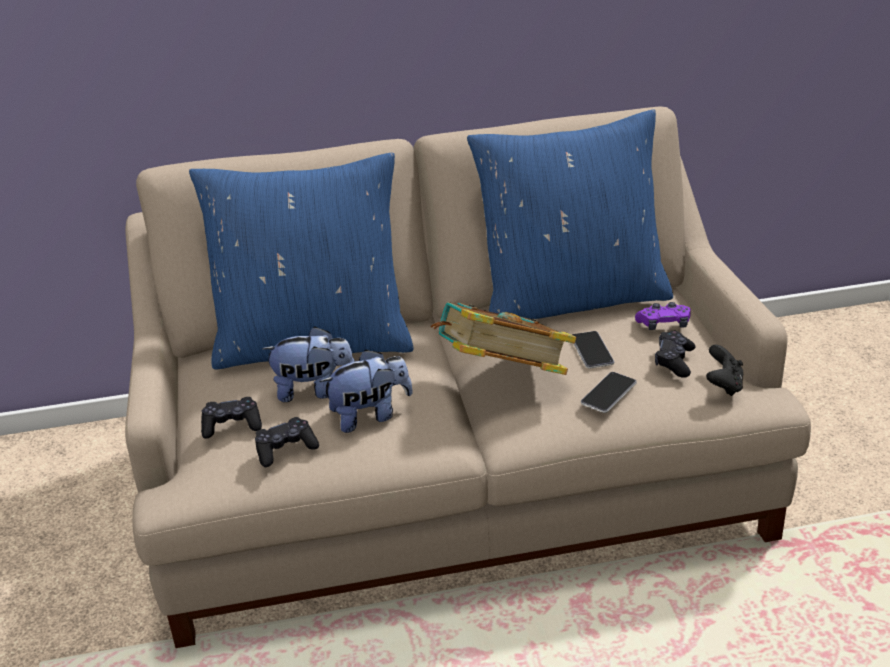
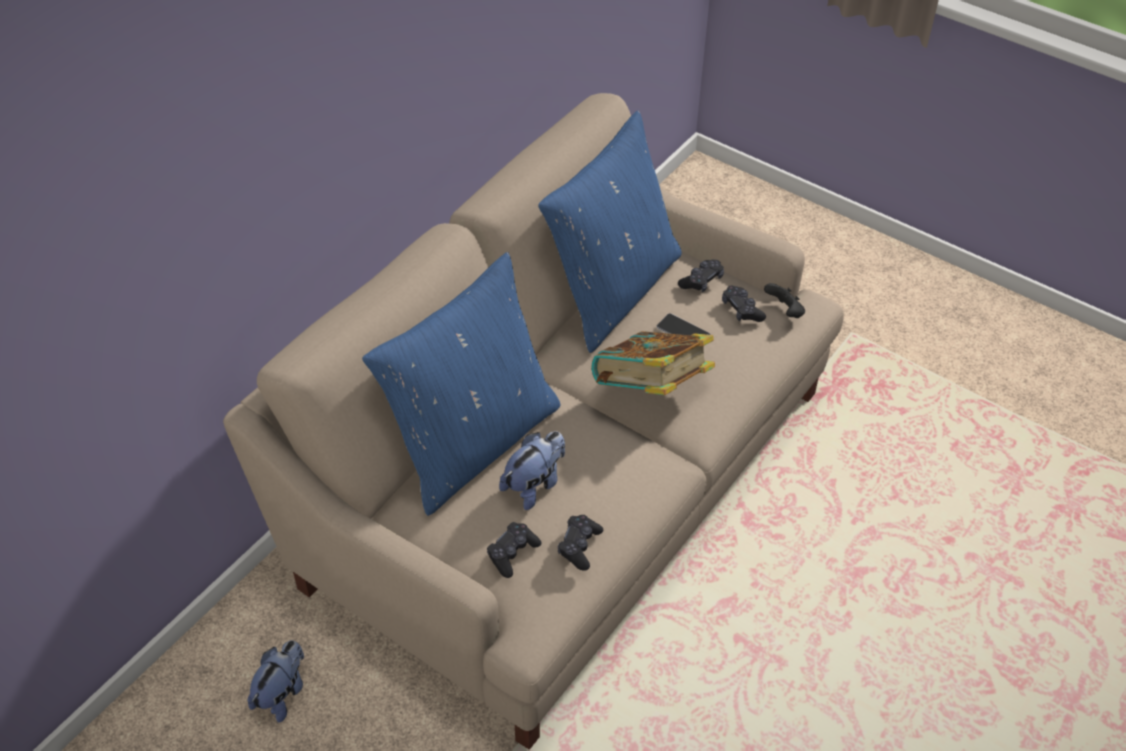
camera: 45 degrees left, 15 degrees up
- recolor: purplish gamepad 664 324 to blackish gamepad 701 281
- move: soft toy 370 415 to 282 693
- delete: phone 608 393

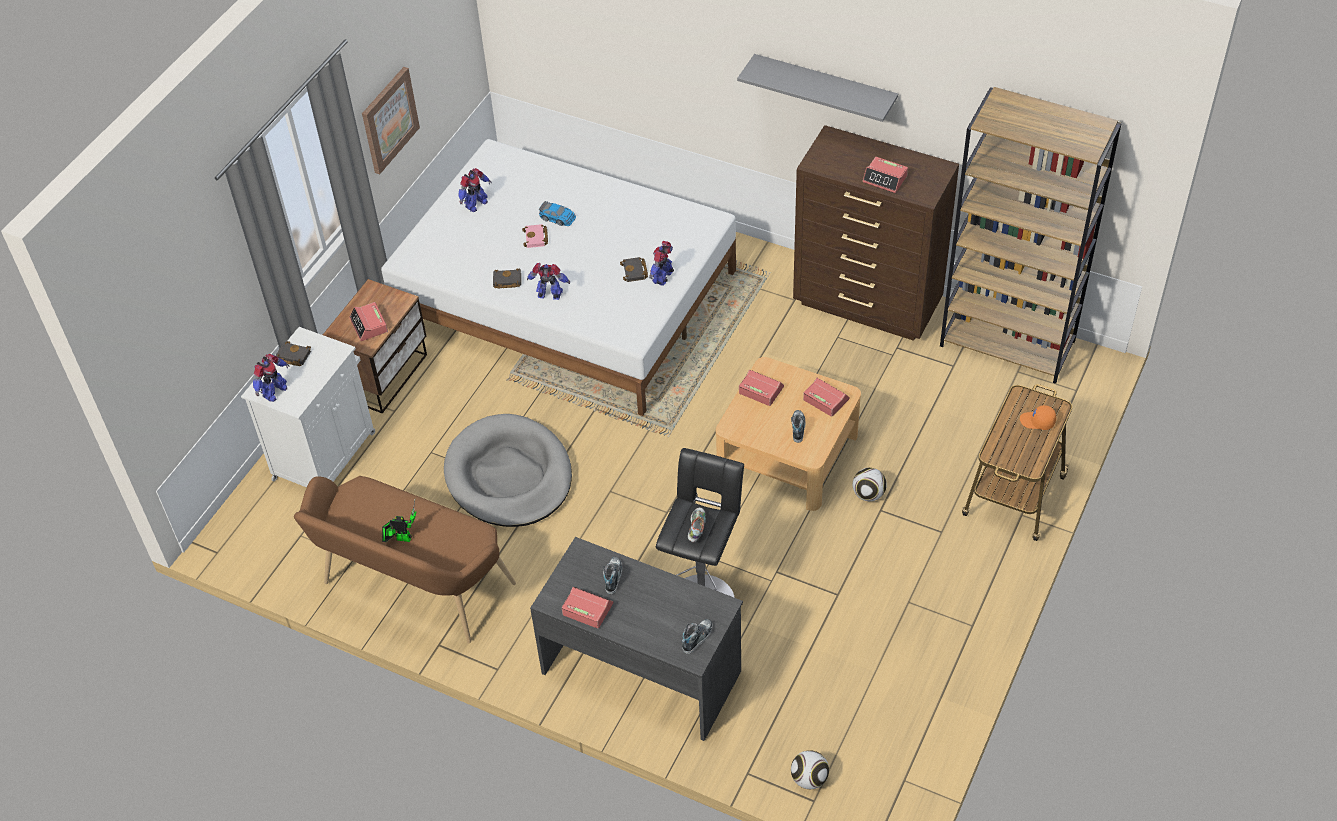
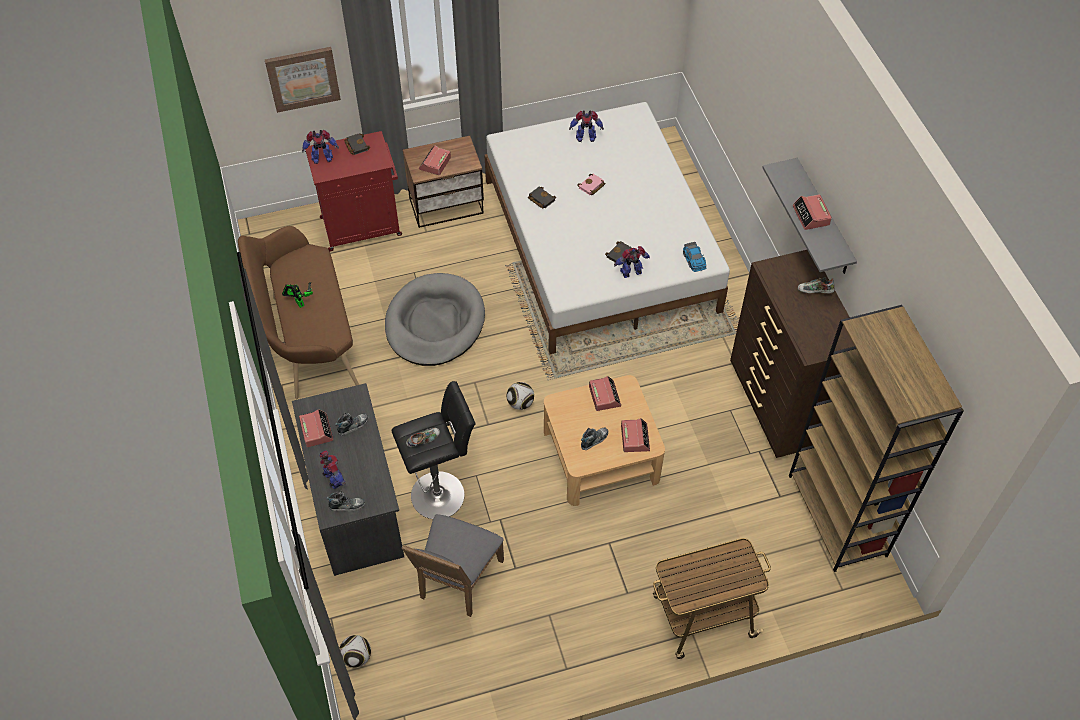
camera: 45 degrees right, 5 degrees up
- move: wall picture 389 120 to 303 78
- move: alarm clock 885 179 to 811 216
- move: miniature car 557 218 to 694 260
- move: toy robot 550 295 to 334 479
- recolor: white-coloured cabinet 325 454 to red cabinet 362 226
- delete: orange baseball cap 1037 422
- move: ball for football 868 494 to 520 403
- insert: item of footwear 814 292
- insert: gray upright chair 457 582

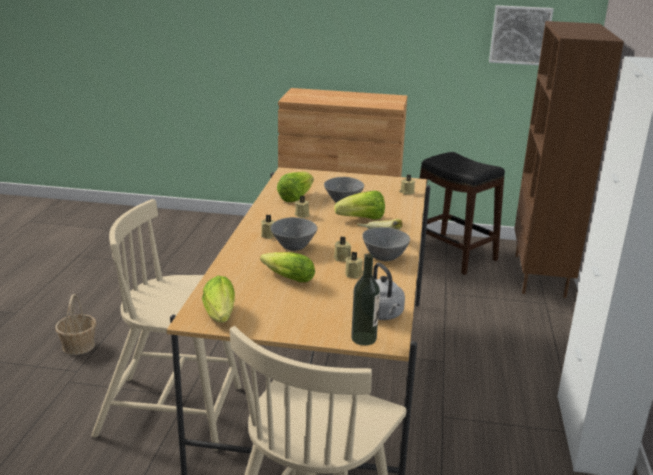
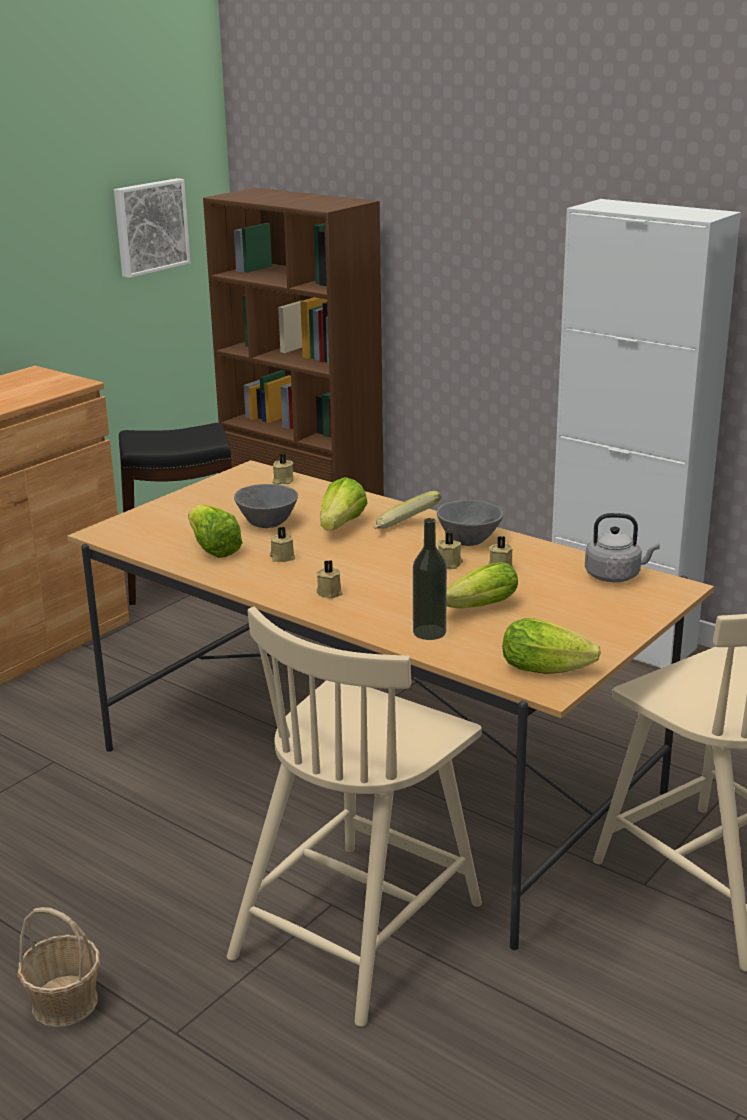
camera: 60 degrees left, 0 degrees up
- delete: gray serving bowl 292 247
- move: drink bottle 364 338 to 429 632

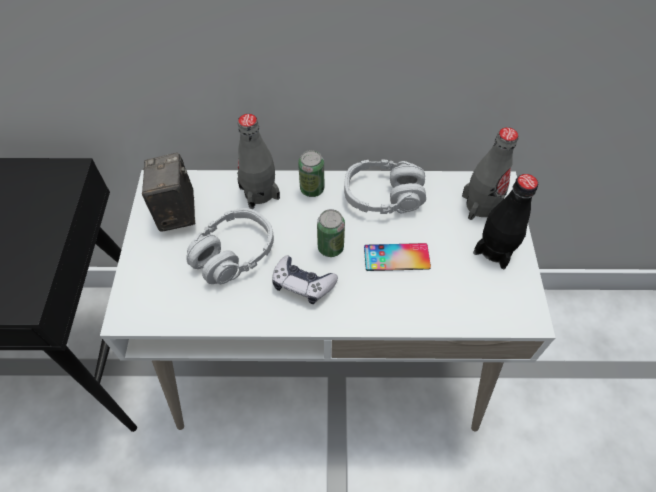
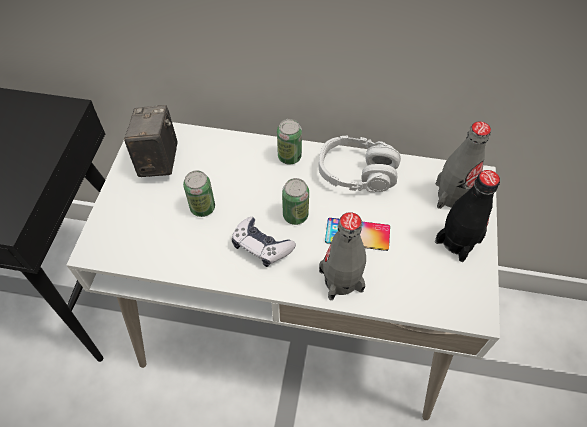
camera: 10 degrees right, 0 degrees up
- move: gray drink bottle 259 192 to 341 280
- replace: gray headphones 233 254 to can 202 208

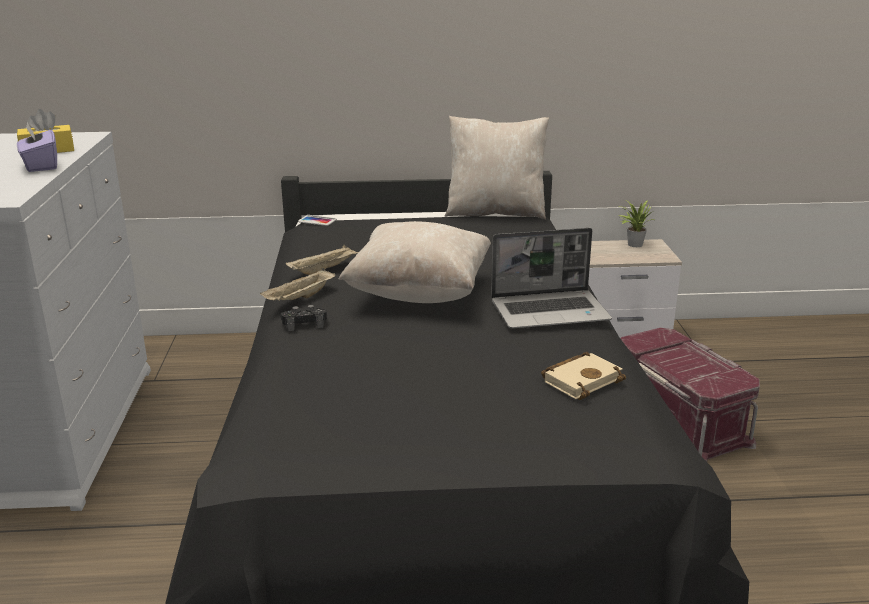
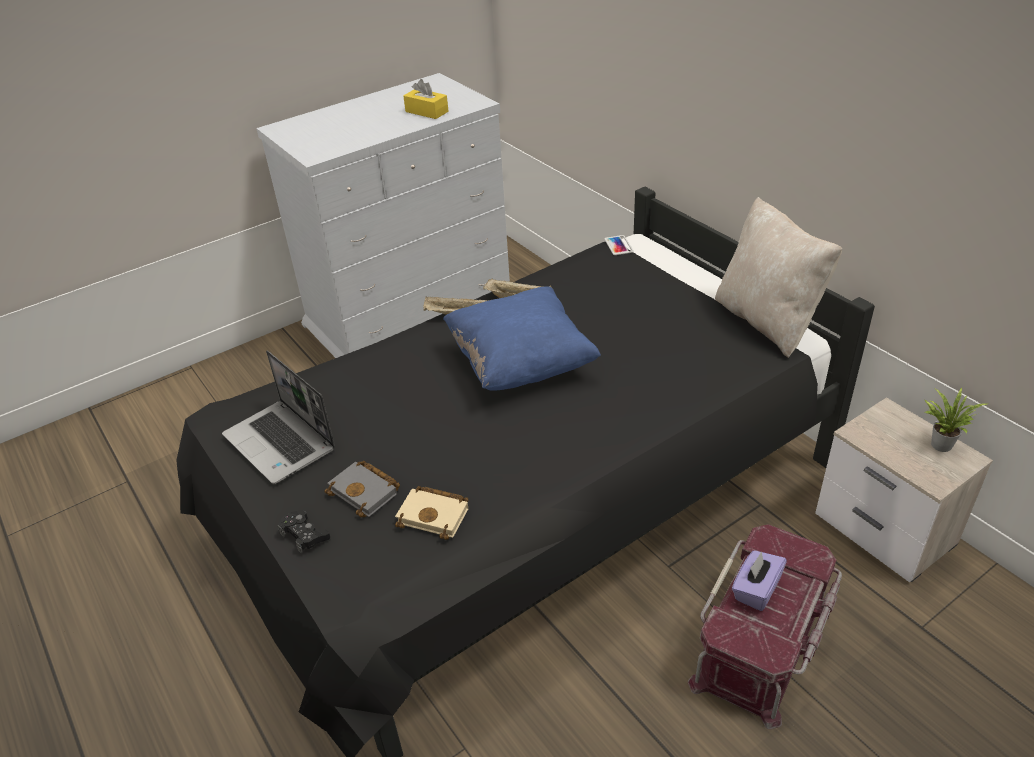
camera: 60 degrees right, 15 degrees up
- move: purplish box of tissues 40 166 to 756 590
- recolor: beige-coloured cushion 419 293 to blue-coloured cushion 521 364
- move: laptop 550 311 to 281 443
- move: blackish gamepad 304 323 to 304 535
- insert: gray volume 366 492

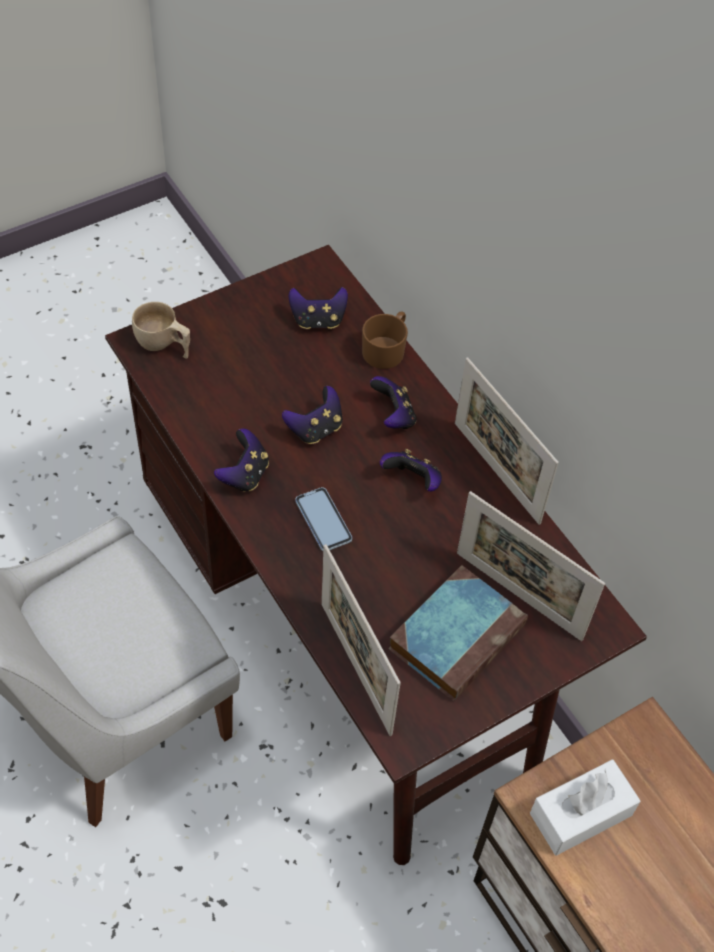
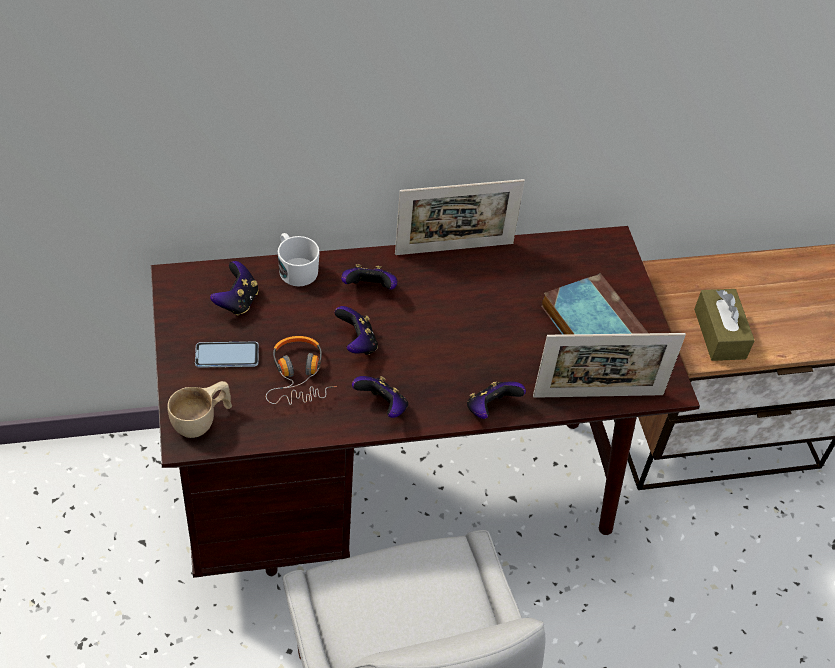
camera: 70 degrees left, 5 degrees down
- recolor: brownish tea mug 386 349 to white-coloured tea mug 295 269
- move: gamepad 412 481 to 490 409
- move: phone 323 520 to 227 356
- delete: picture frame 518 595
- recolor: white-coloured box of tissues 580 814 to brownish box of tissues 719 334
- insert: headphones 298 376

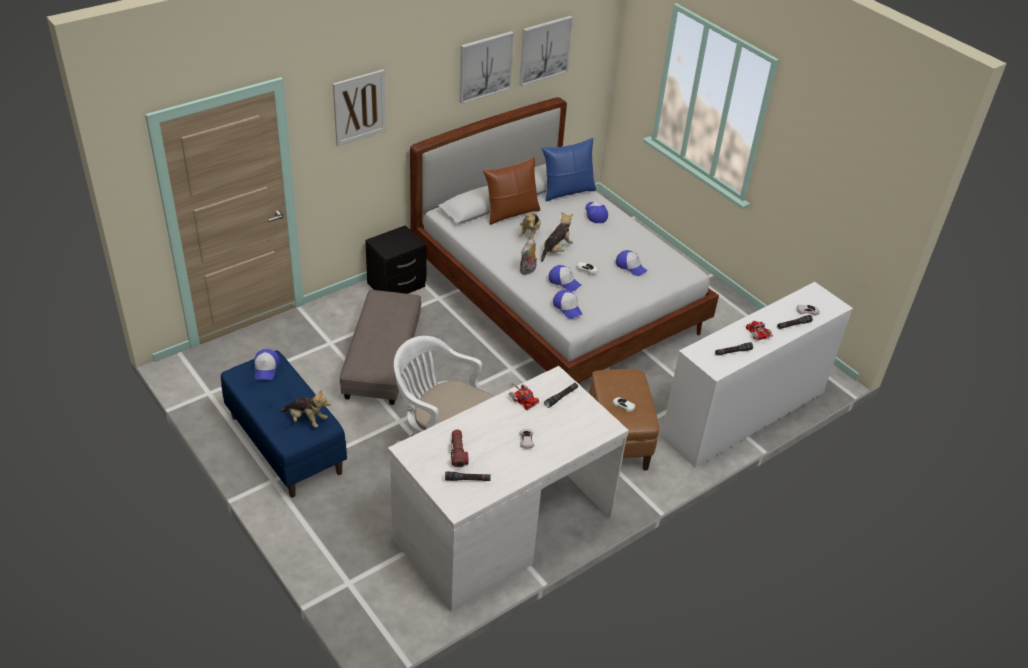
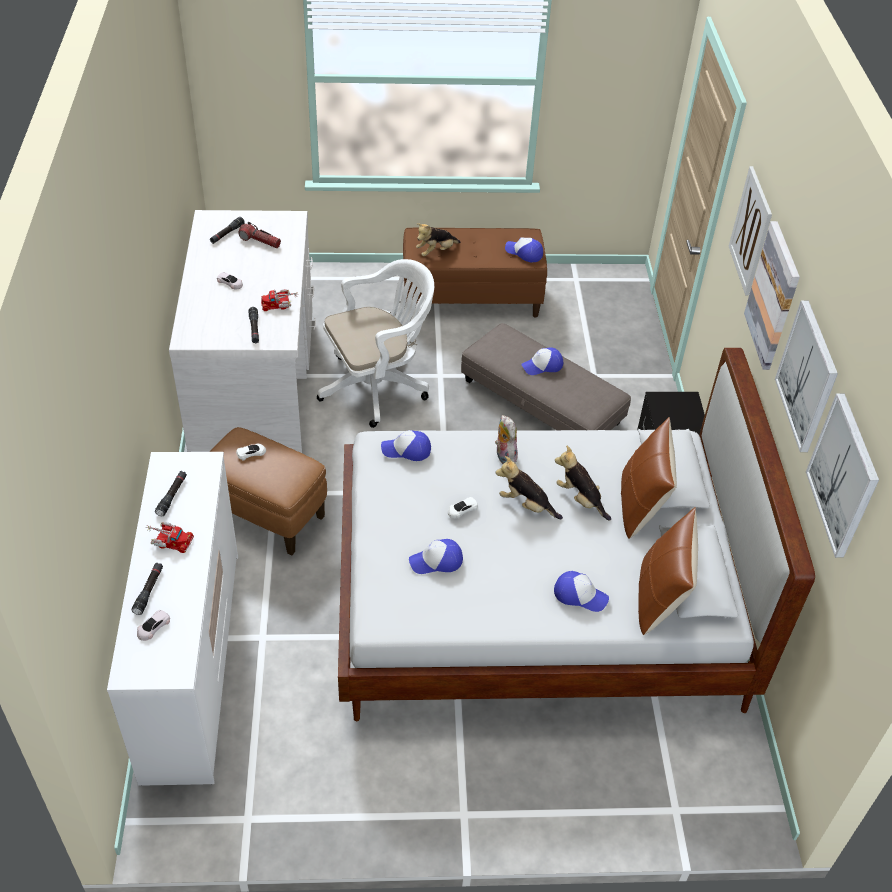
camera: 125 degrees right, 5 degrees up
- recolor: blue-coloured cushion 567 191 to brownish cushion 659 598
- rotate: soft toy 556 250 = 526 505 135 degrees clockwise
- move: baseball cap 564 281 to 542 366
- recolor: blue-coloured bench 285 444 to brownish bench 471 298
- insert: wall picture 773 296

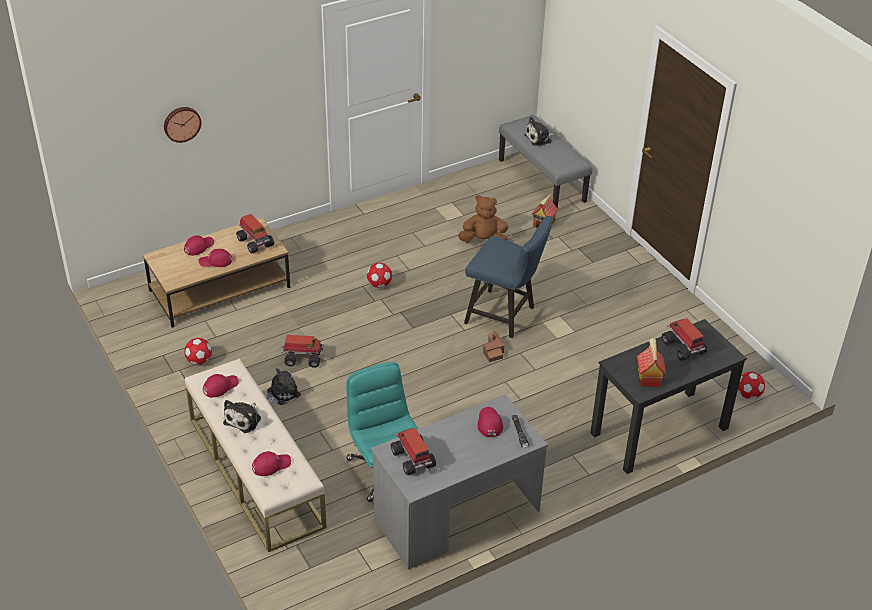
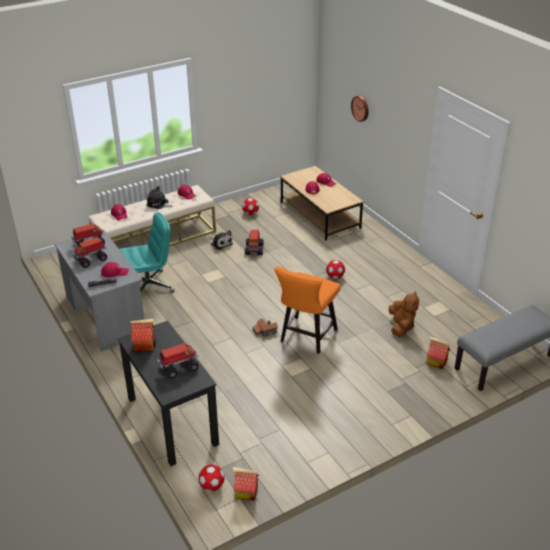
camera: 90 degrees right, 5 degrees down
- delete: soft toy 539 138
- move: toy truck 255 242 to 91 259
- recolor: blue-coloured upright chair 504 316 to orange upright chair 306 338
- insert: toy house 245 492

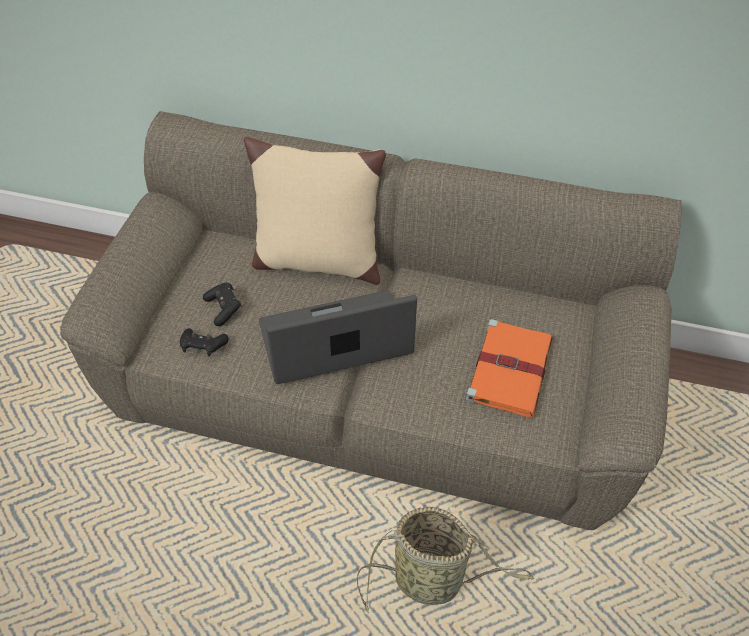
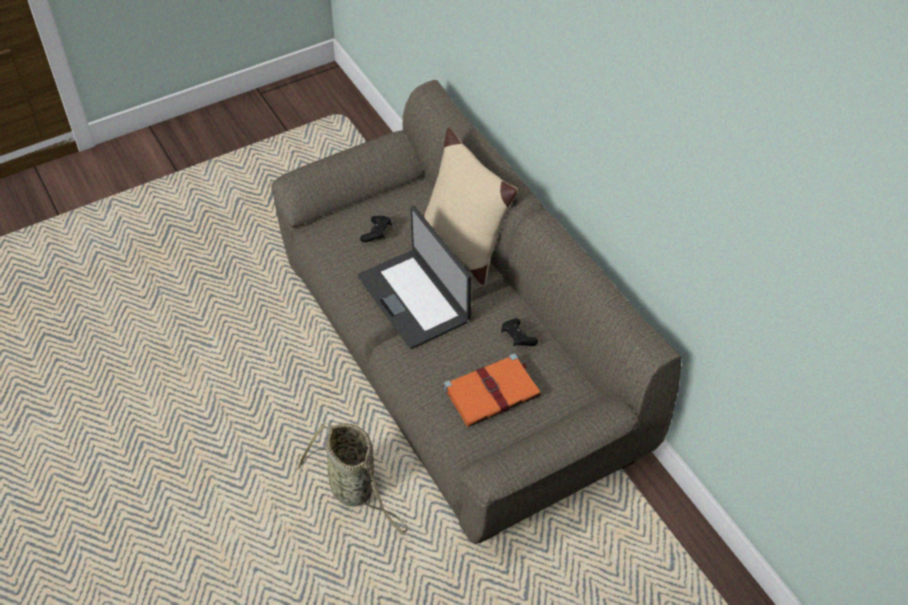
camera: 45 degrees right, 0 degrees up
- rotate: laptop 335 340 = 415 298 150 degrees counterclockwise
- move: blackish gamepad 203 347 to 517 338

